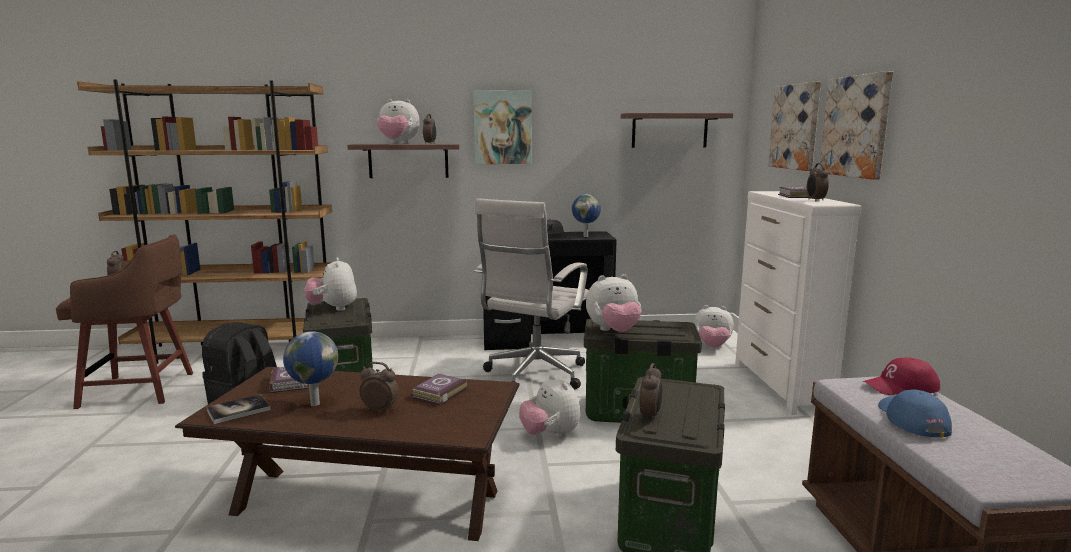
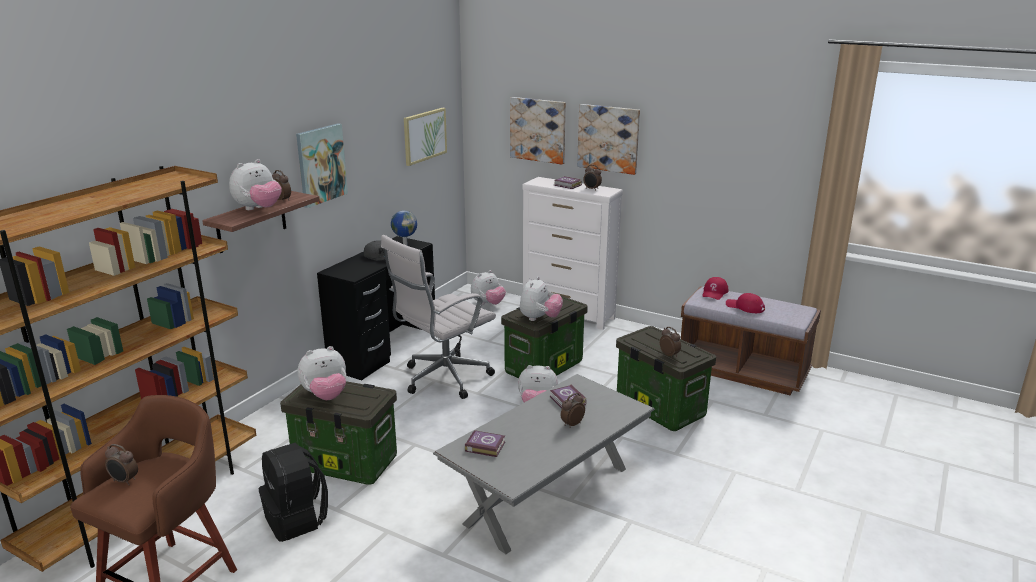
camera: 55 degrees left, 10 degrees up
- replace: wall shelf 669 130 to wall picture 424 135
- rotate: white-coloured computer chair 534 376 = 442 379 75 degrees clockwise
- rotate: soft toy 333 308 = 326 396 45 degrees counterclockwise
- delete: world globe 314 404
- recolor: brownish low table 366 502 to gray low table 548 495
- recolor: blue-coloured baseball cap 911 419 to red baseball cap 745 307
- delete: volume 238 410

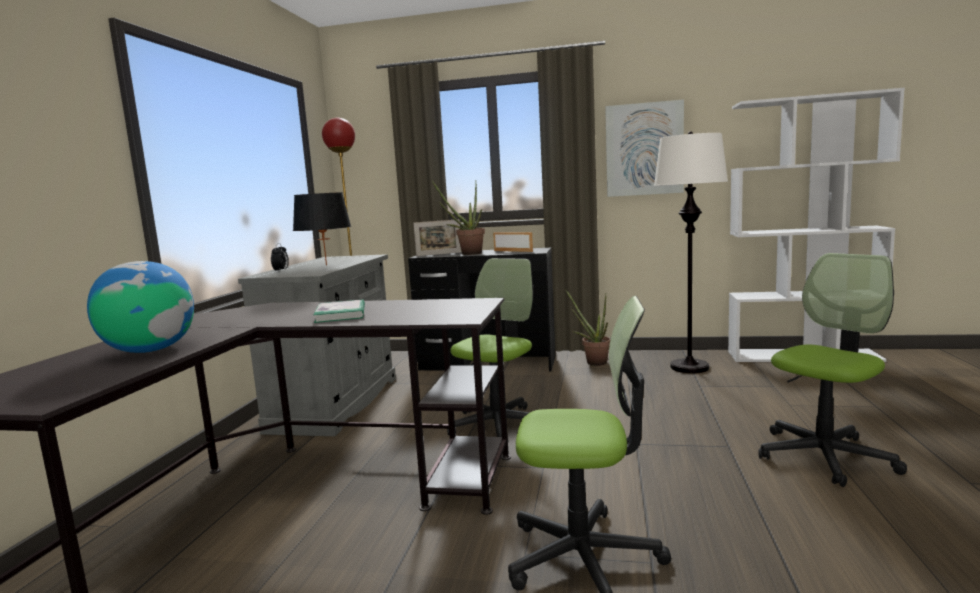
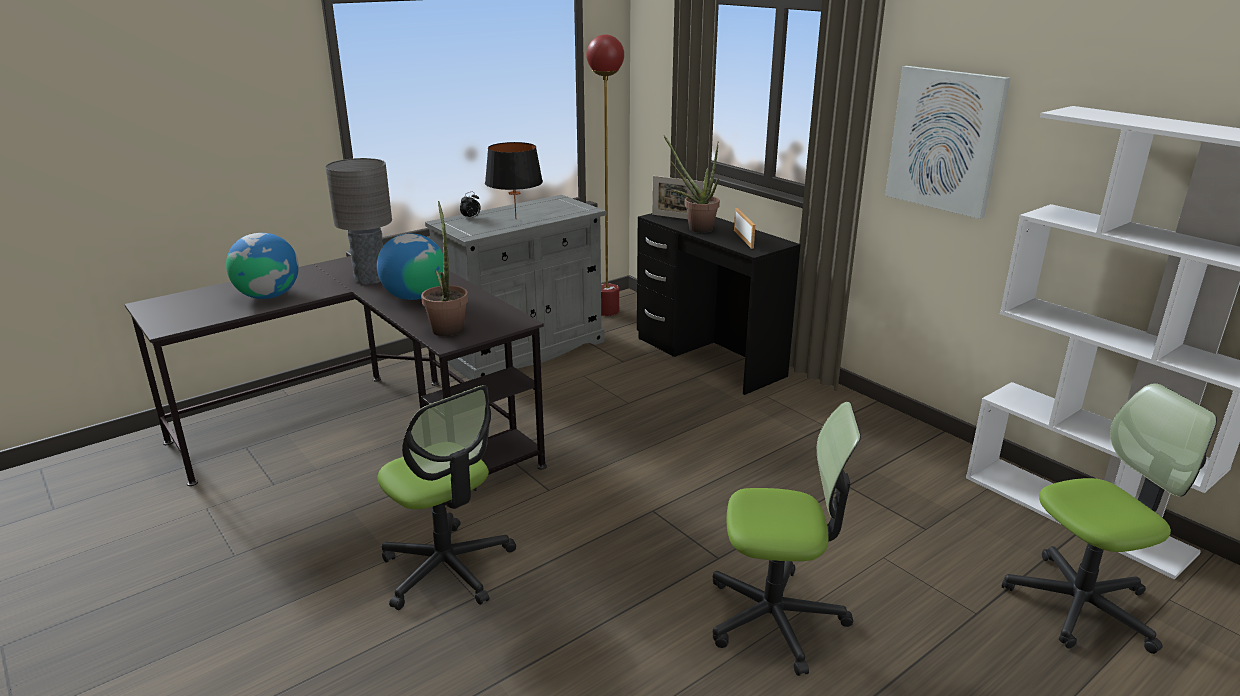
camera: 40 degrees right, 15 degrees up
- delete: white-coloured floor lamp 689 367
- move: computer chair 498 425 to 1081 605
- move: plant in a pot 592 362 to 448 327
- replace: volume 341 314 to world globe 414 297
- insert: gray table lamp 371 279

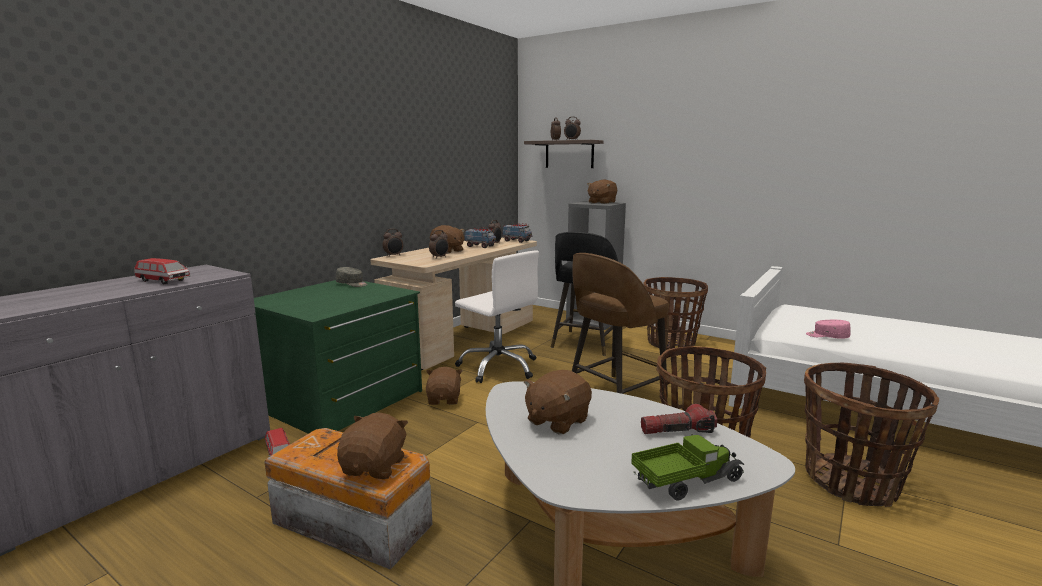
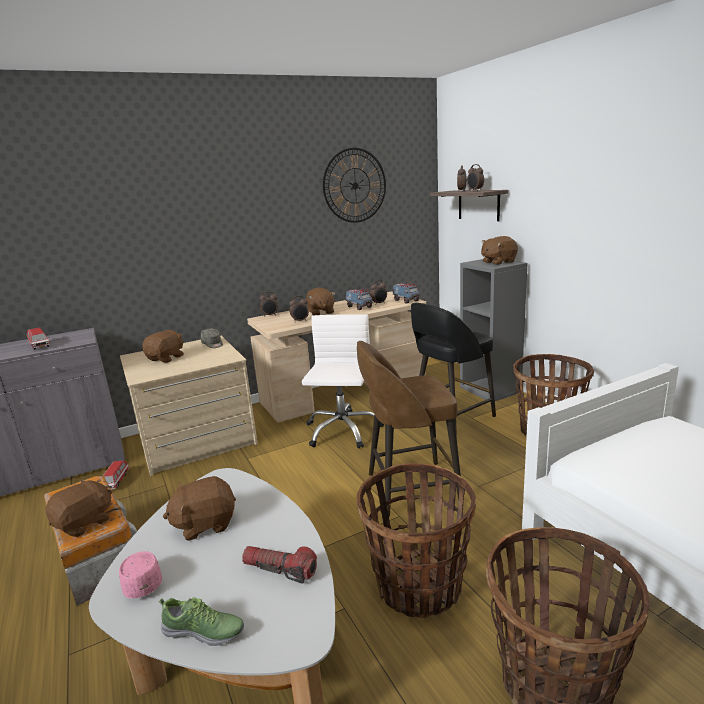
camera: 30 degrees right, 5 degrees up
- rotate: white-coloured computer chair 498 367 = 342 430 150 degrees counterclockwise
- recolor: green-coloured dresser 342 400 to beige-coloured dresser 197 440
- move: pink-coloured baseball cap 827 337 to 142 581
- move: brownish soft toy 444 399 to 166 358
- replace: toy truck 686 481 to item of footwear 204 631
- insert: clock on the wall 355 185

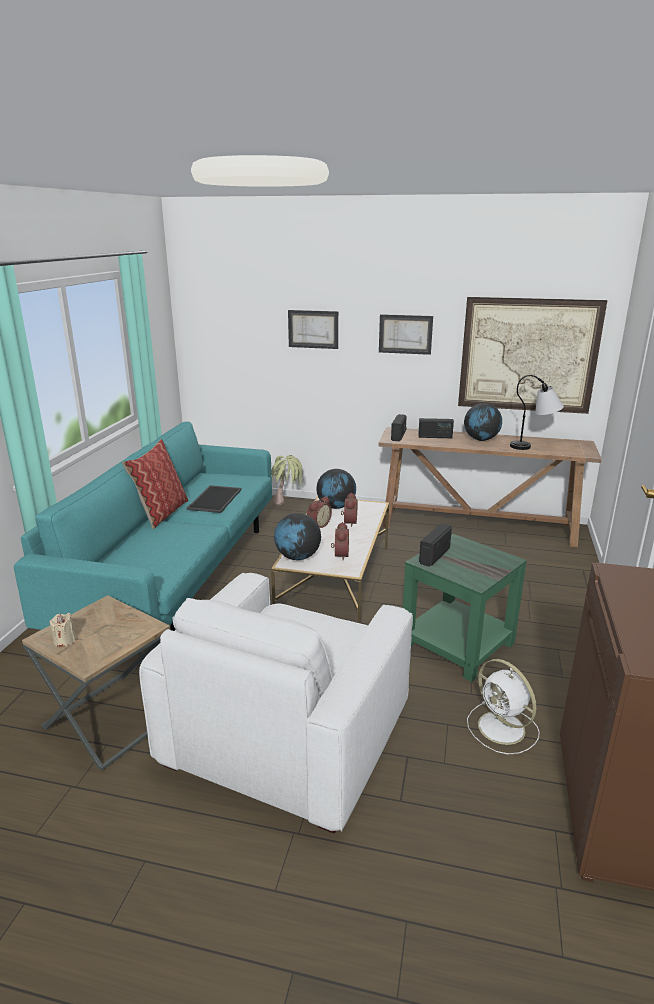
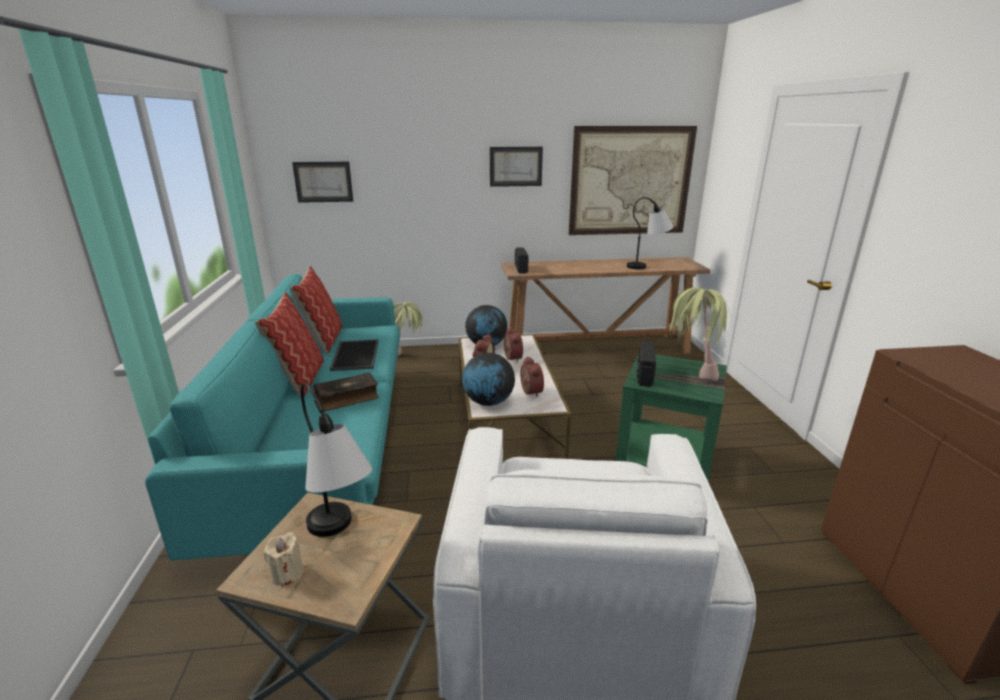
camera: 20 degrees left, 0 degrees up
- move: wall picture 313 329 to 323 182
- delete: world globe 481 439
- delete: radio receiver 435 437
- delete: white-coloured cooling fan 503 729
- insert: cushion 323 340
- insert: plant in a pot 691 372
- insert: volume 347 398
- insert: table lamp 340 538

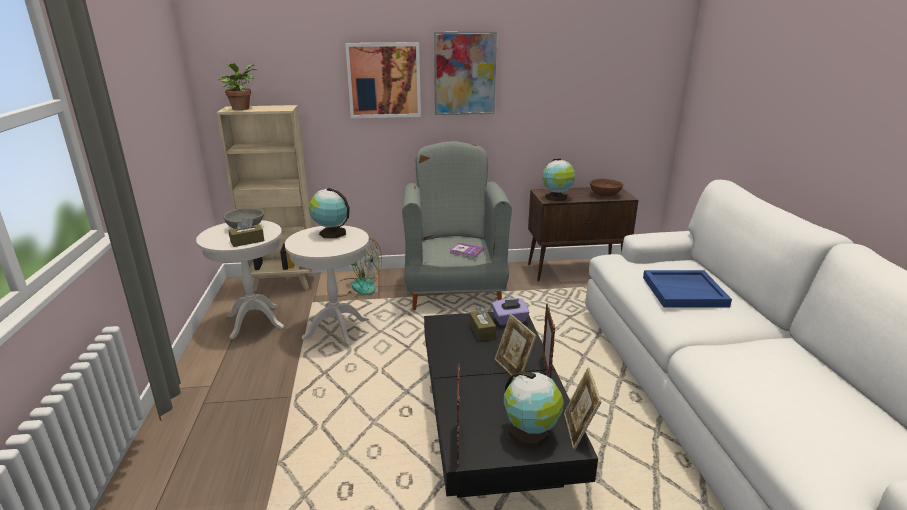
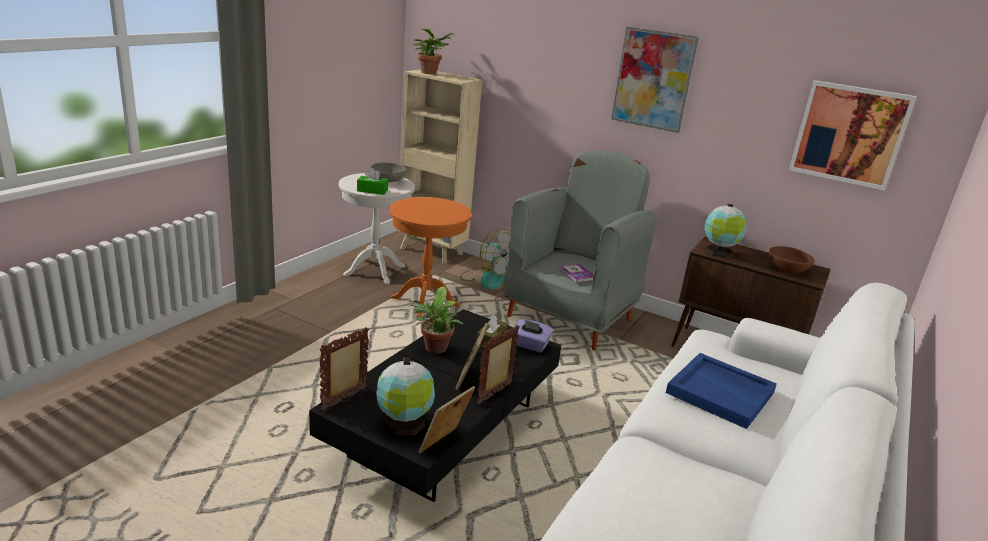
camera: 35 degrees right, 0 degrees up
- move: wall picture 384 80 to 849 134
- delete: world globe 331 233
- recolor: brownish box of tissues 247 241 to green-coloured box of tissues 372 191
- recolor: white-coloured end table 336 329 to orange end table 425 302
- insert: plant in a pot 435 349

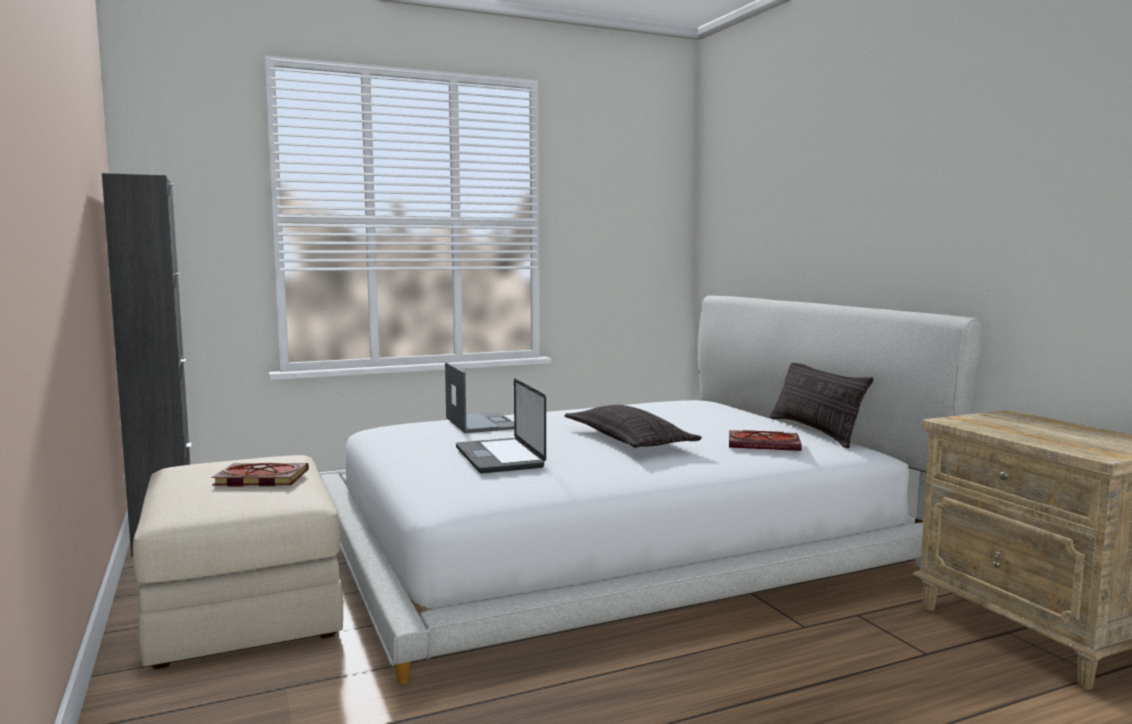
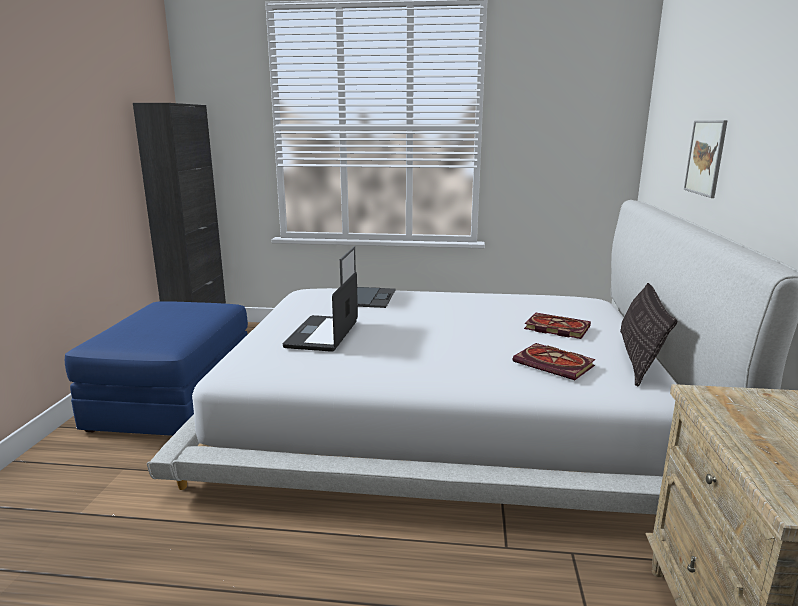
camera: 30 degrees right, 10 degrees up
- delete: cushion 628 439
- recolor: beige-coloured ottoman 244 605 to blue-coloured ottoman 174 400
- move: volume 258 479 to 555 328
- insert: wall picture 705 157

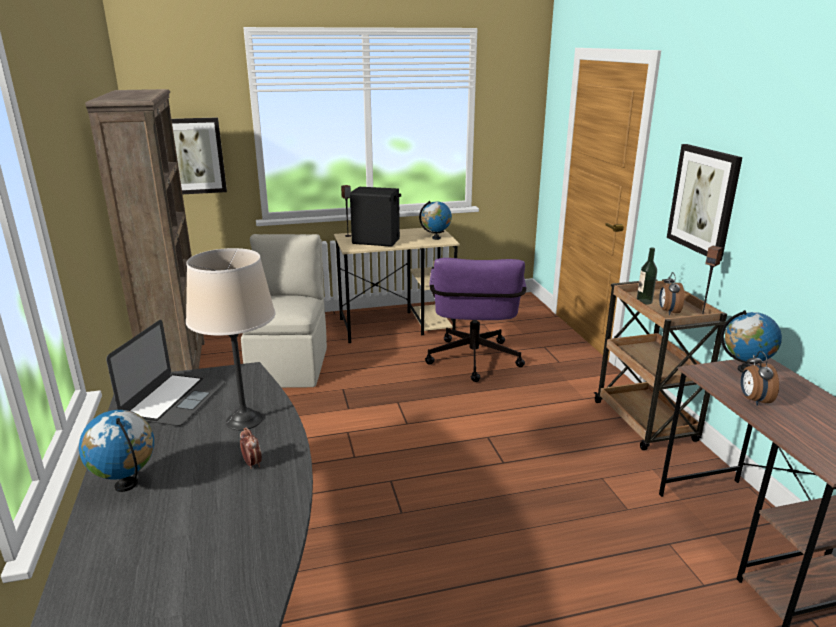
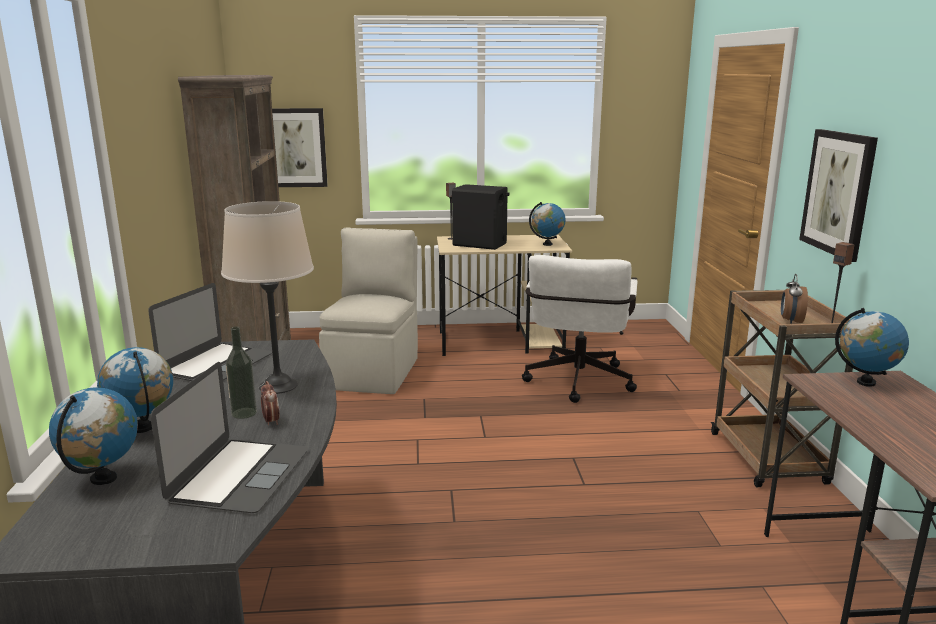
camera: 10 degrees right, 5 degrees down
- move: drink bottle 644 301 to 244 413
- recolor: purplish computer chair 473 363 to white-coloured computer chair 577 384
- delete: alarm clock 753 400
- insert: laptop 239 475
- insert: world globe 103 479

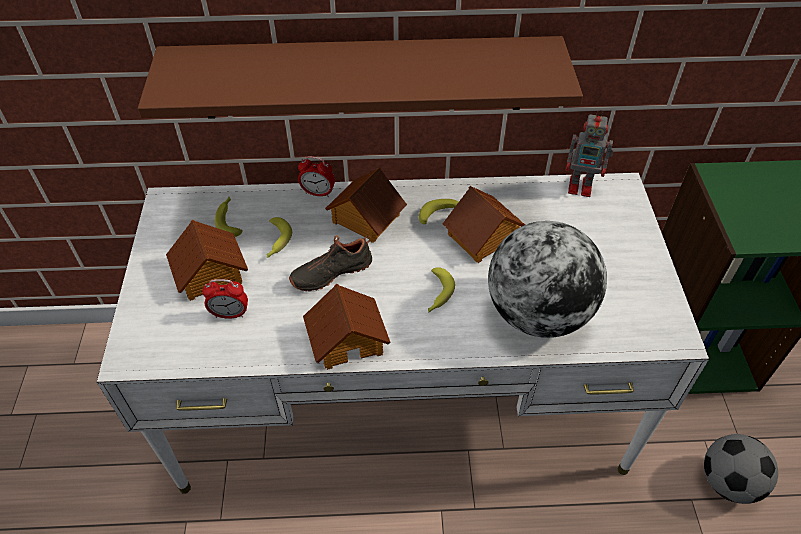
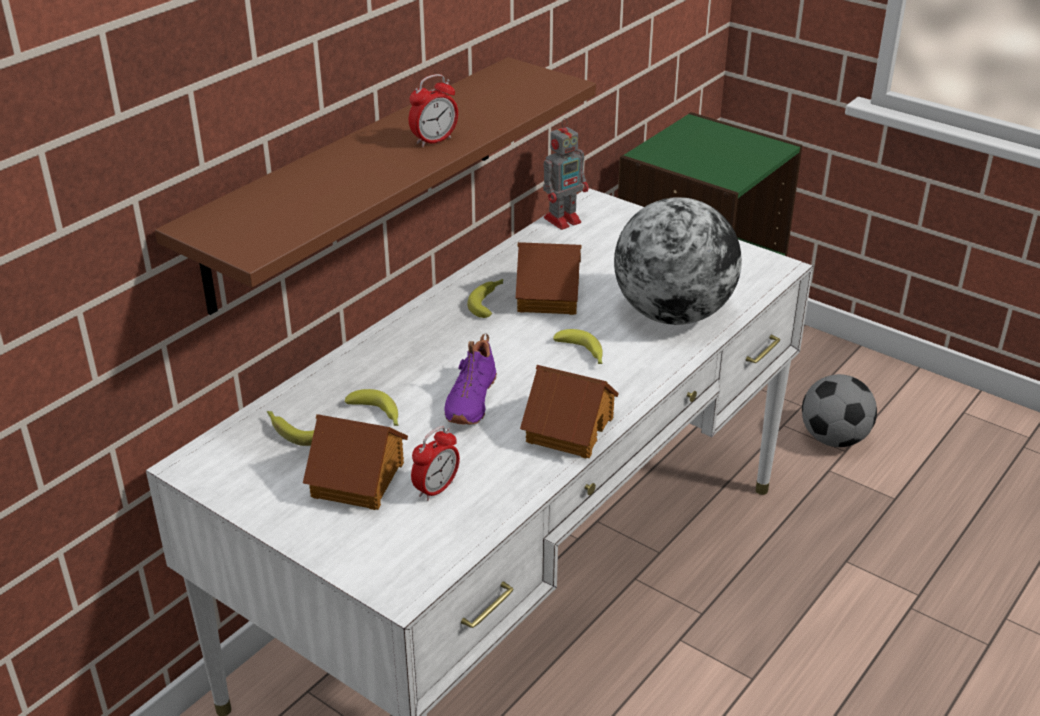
camera: 50 degrees left, 15 degrees down
- move: alarm clock 318 193 to 434 141
- delete: toy house 365 218
- recolor: blackish item of footwear 331 271 to purplish item of footwear 469 399

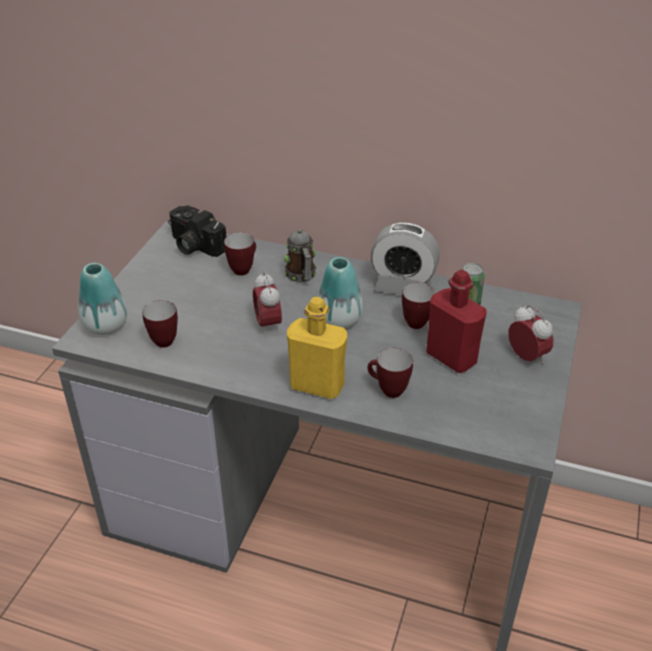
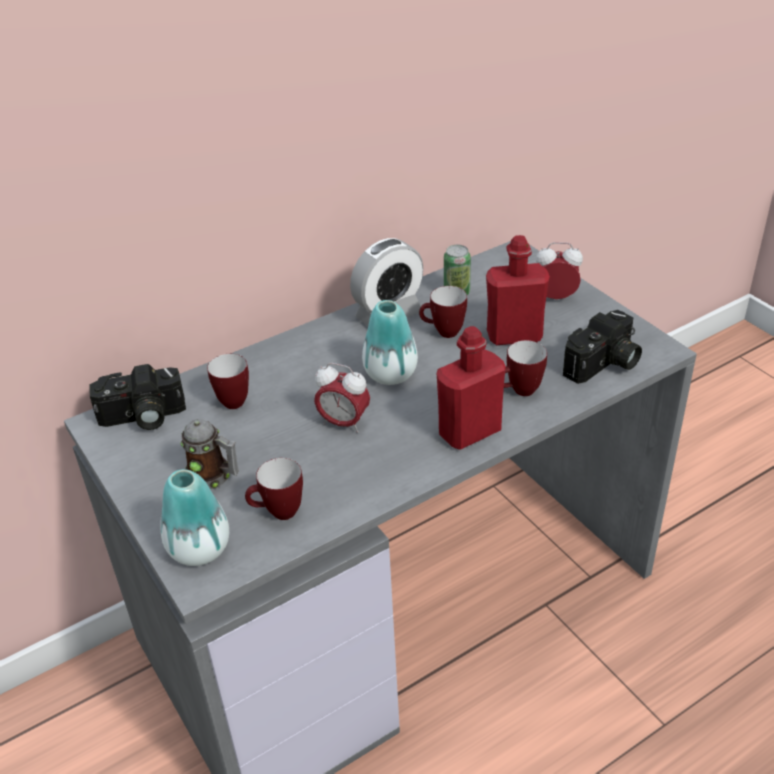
camera: 50 degrees left, 0 degrees up
- move: tea mug 301 276 to 214 477
- recolor: yellowish drink bottle 317 386 to red drink bottle 469 432
- insert: photo camera 604 365

